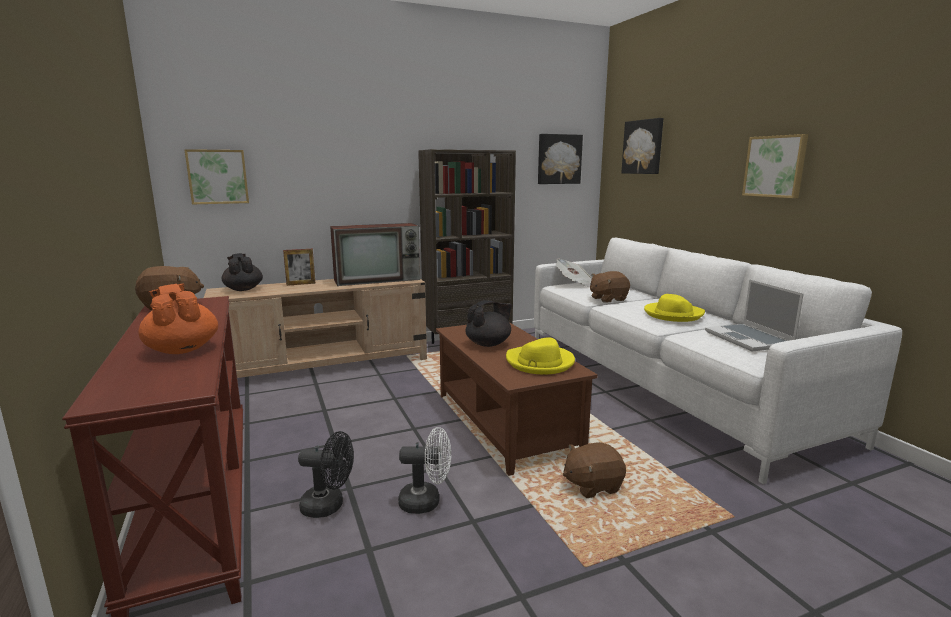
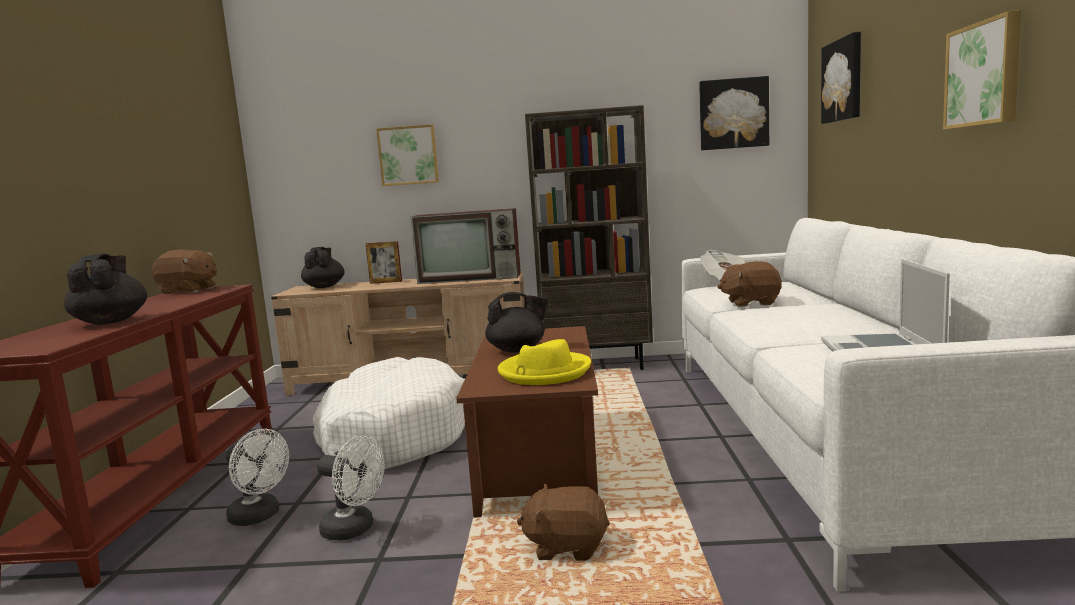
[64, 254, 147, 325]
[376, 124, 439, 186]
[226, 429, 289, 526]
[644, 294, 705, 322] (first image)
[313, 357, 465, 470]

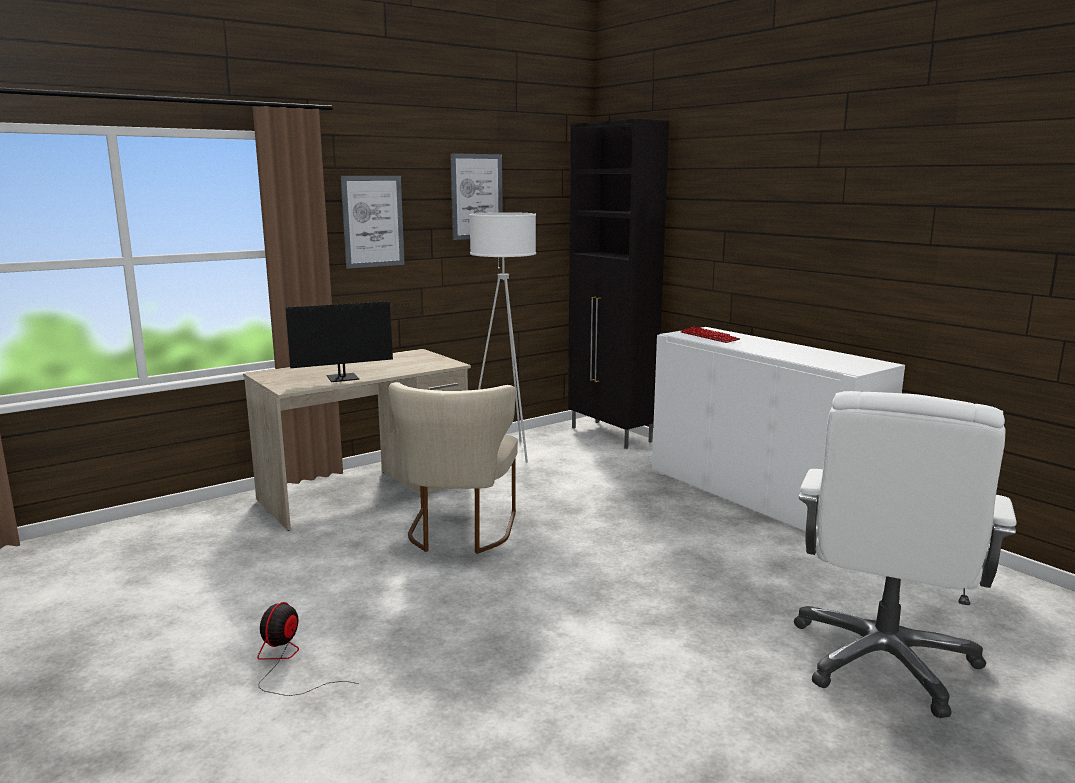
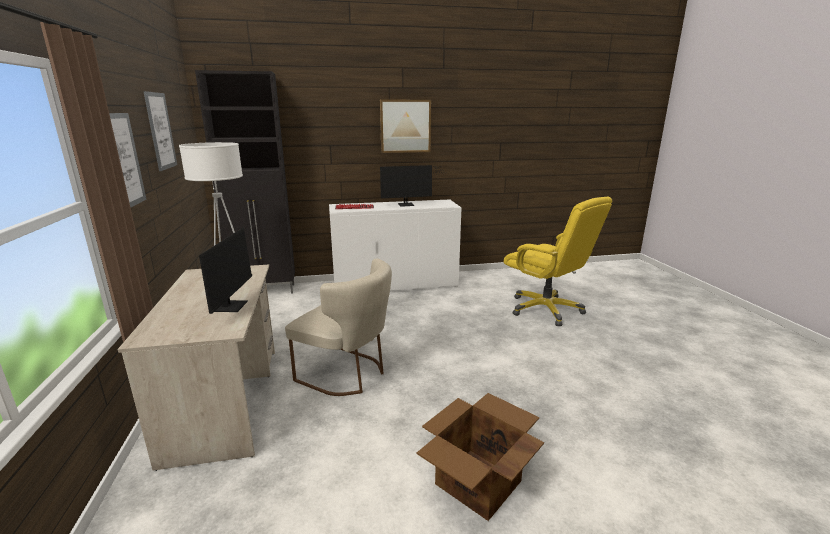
[417, 393, 544, 521]
[504, 197, 612, 326]
[380, 100, 431, 153]
[380, 165, 447, 207]

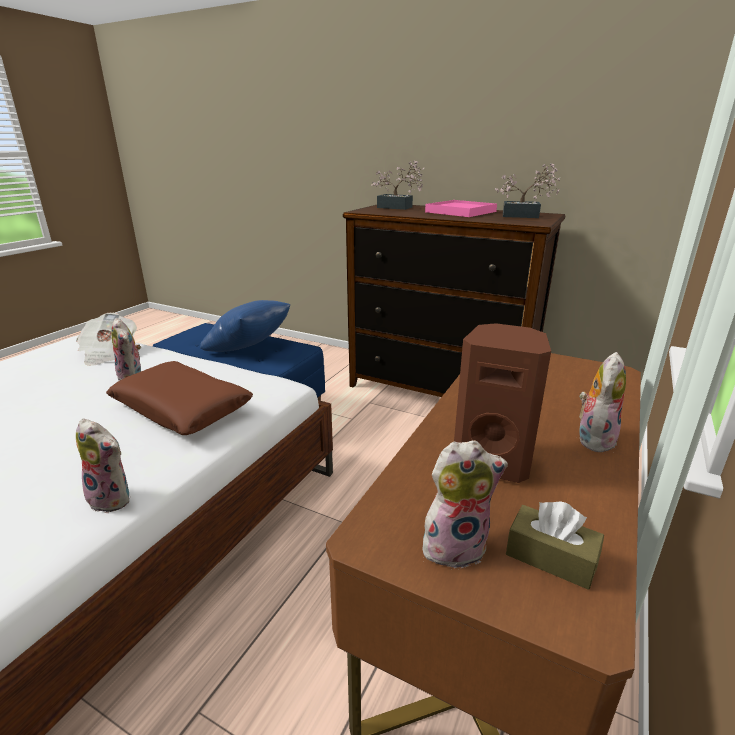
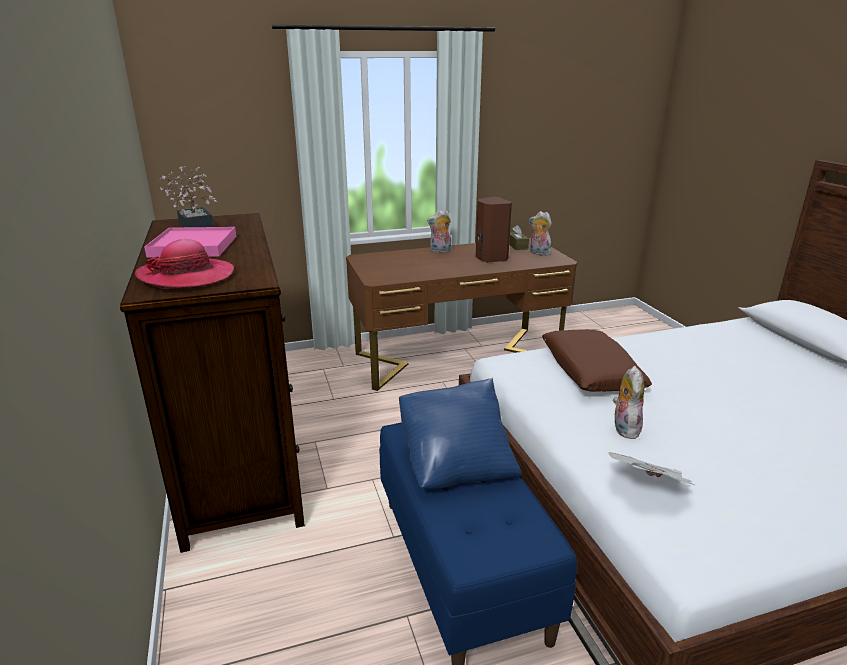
[76, 418, 129, 513] (first image)
[135, 239, 234, 289]

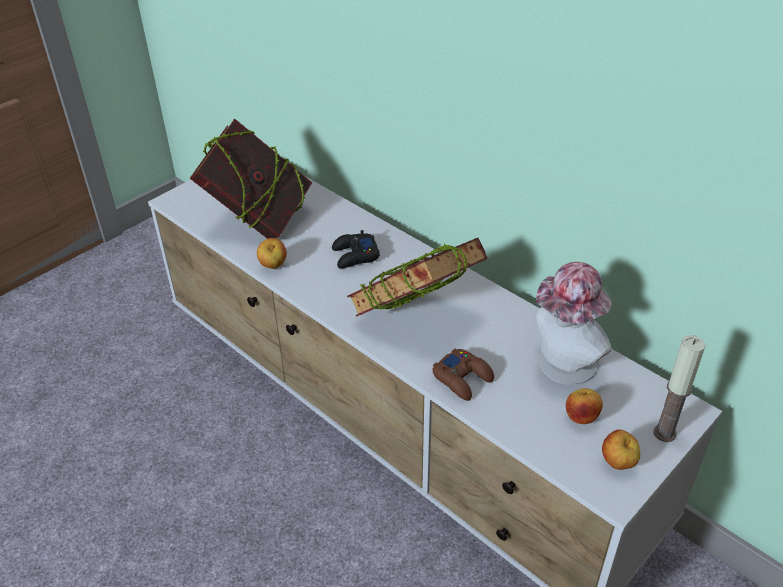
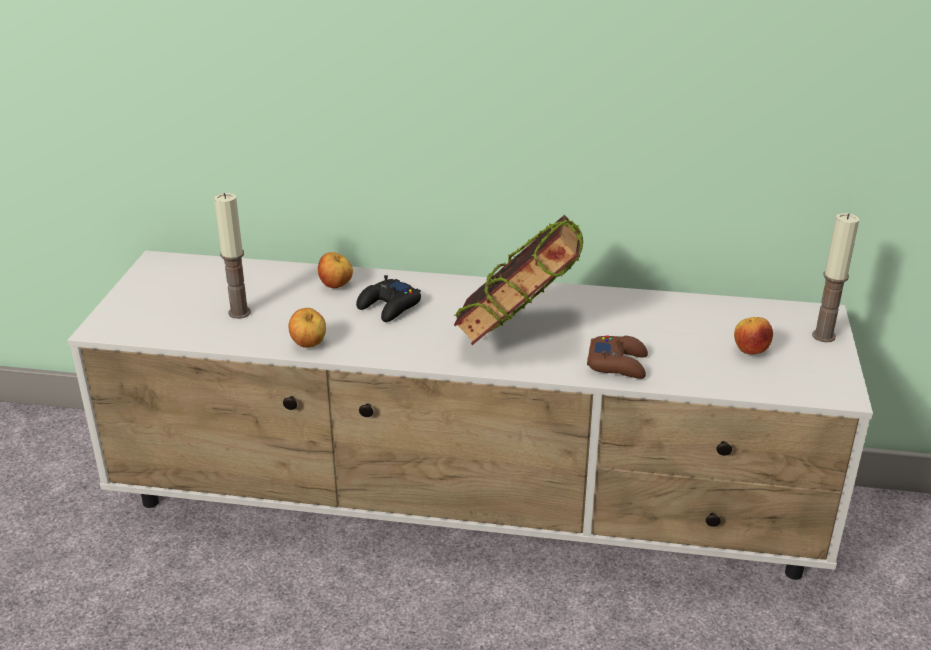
[214, 193, 251, 319]
[536, 262, 612, 385] (first image)
[318, 252, 353, 288]

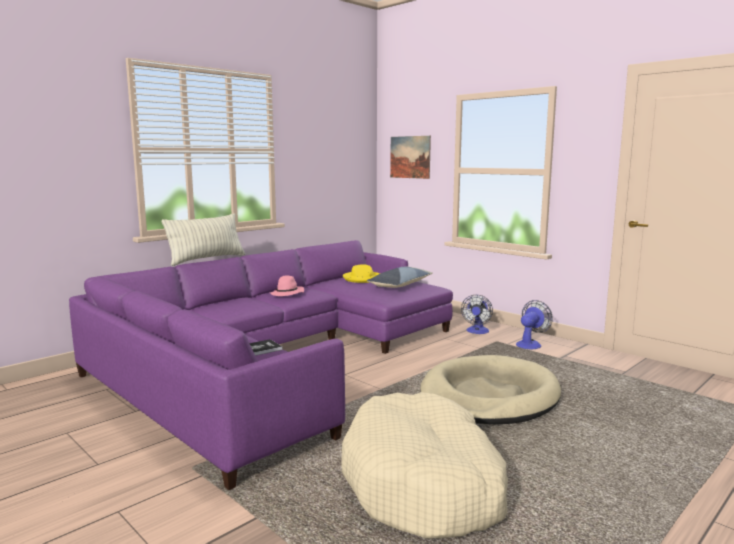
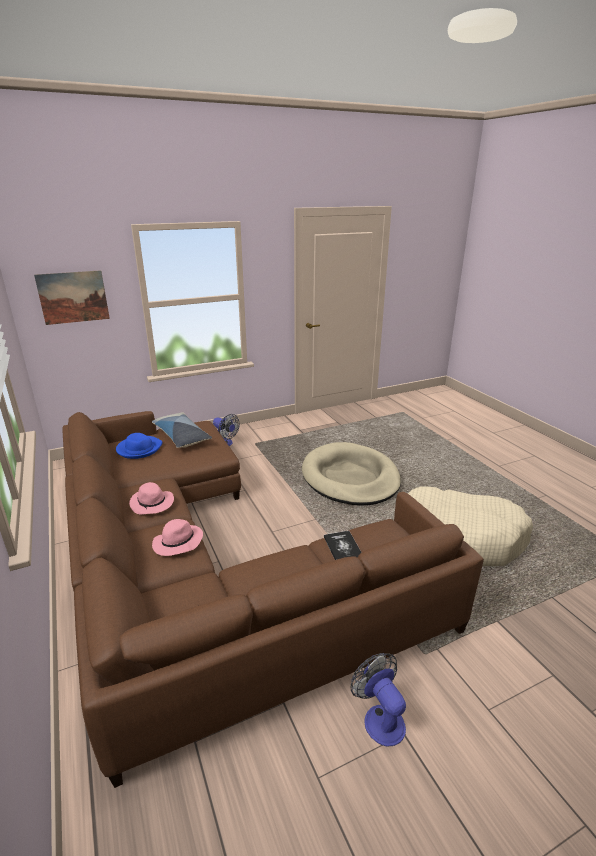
[63, 411, 484, 788]
[162, 213, 245, 266] (first image)
[116, 433, 163, 459]
[351, 653, 406, 746]
[152, 519, 203, 556]

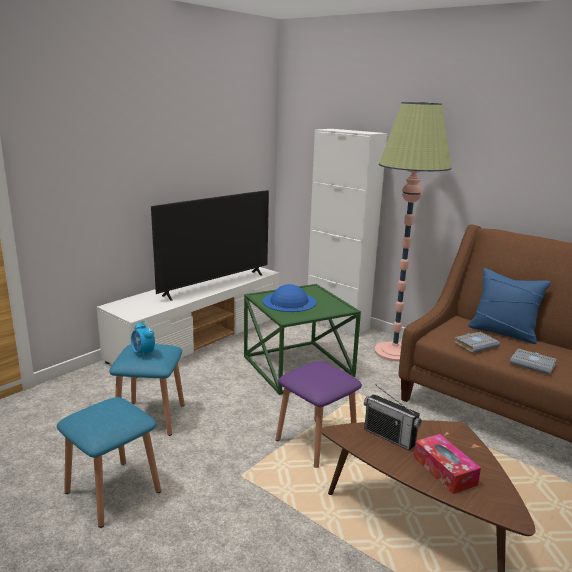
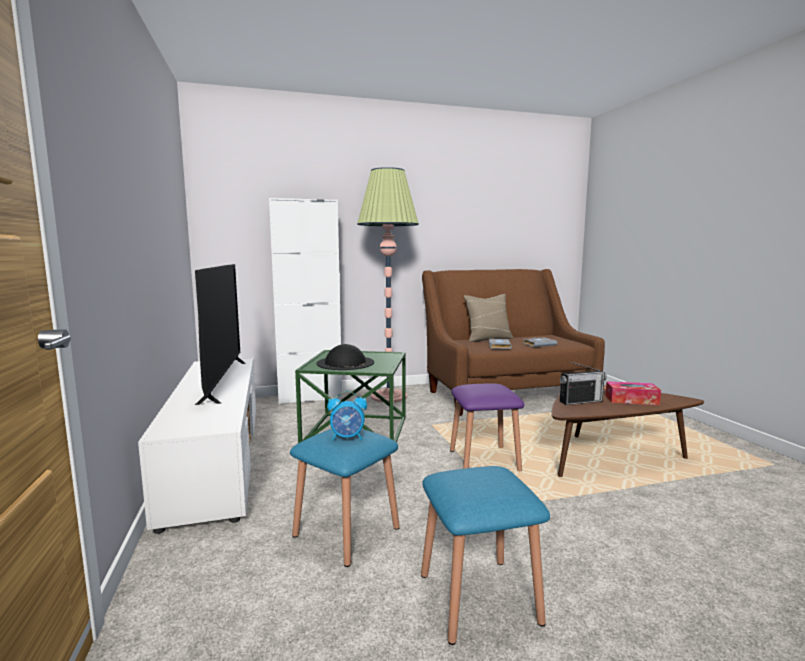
[316, 344, 374, 370]
[464, 294, 513, 342]

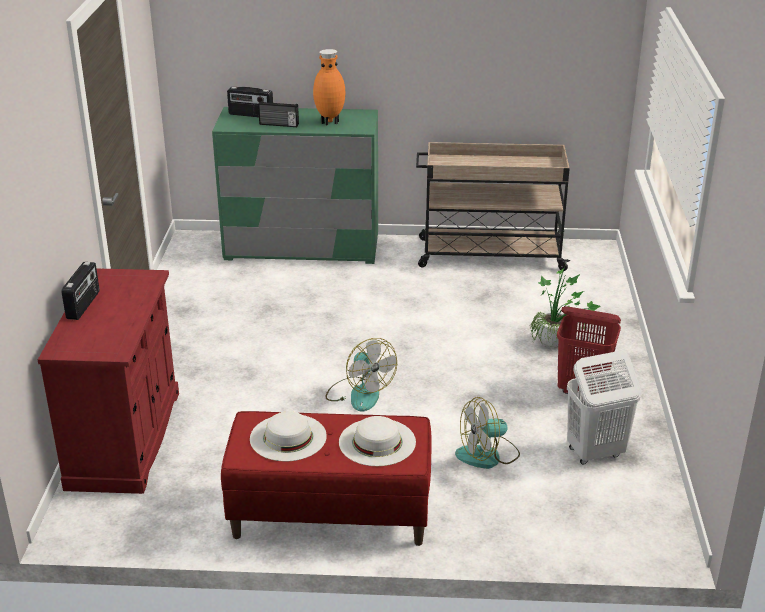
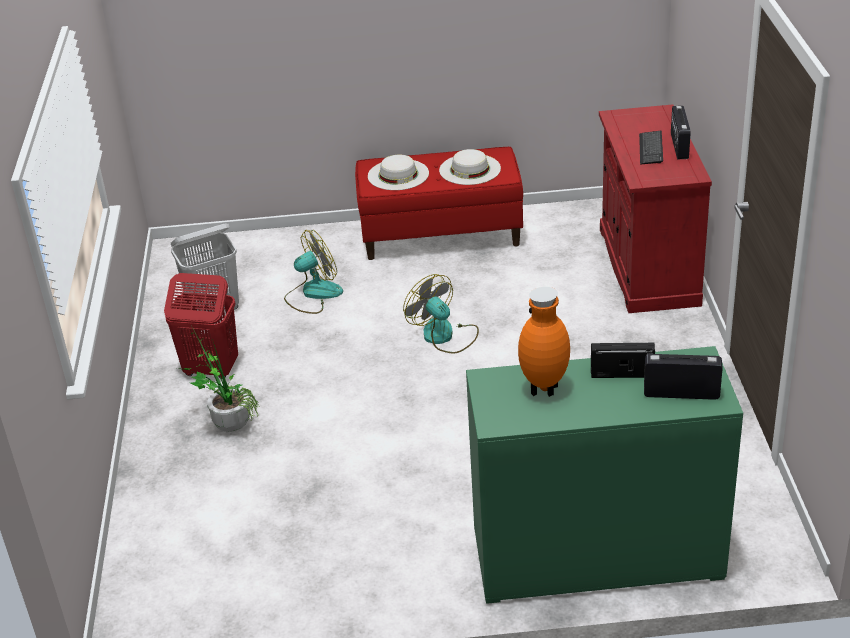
[416, 142, 570, 271] (first image)
[639, 131, 663, 165]

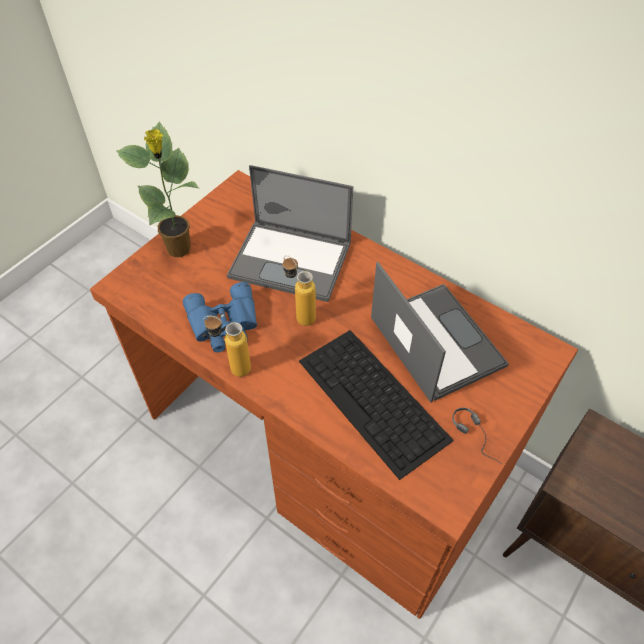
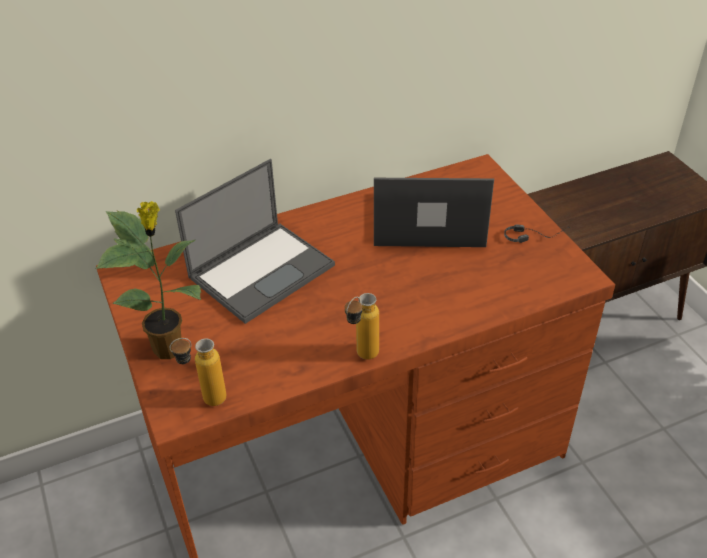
[183, 282, 257, 352] (first image)
[169, 338, 227, 406]
[299, 330, 454, 480] (first image)

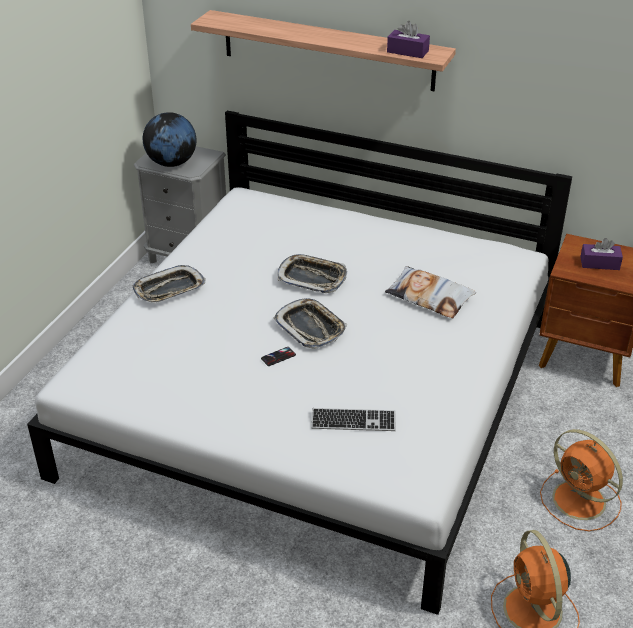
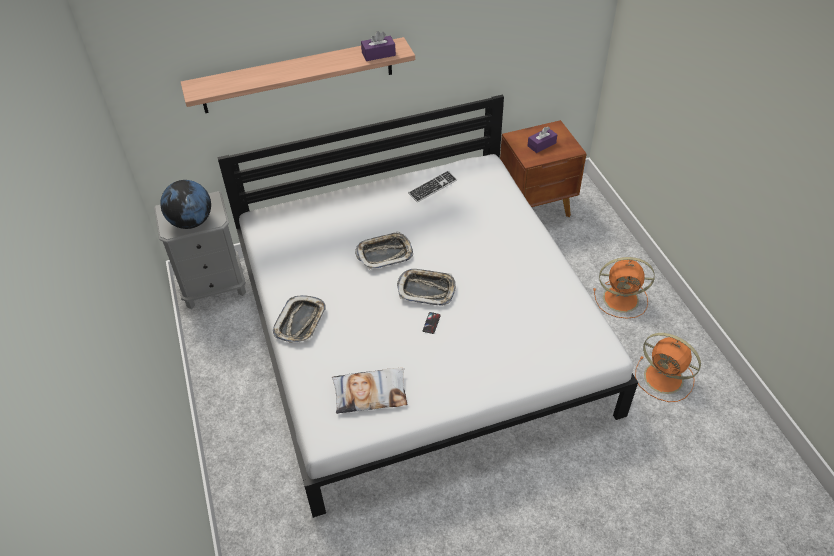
[408, 171, 457, 203]
[332, 368, 407, 414]

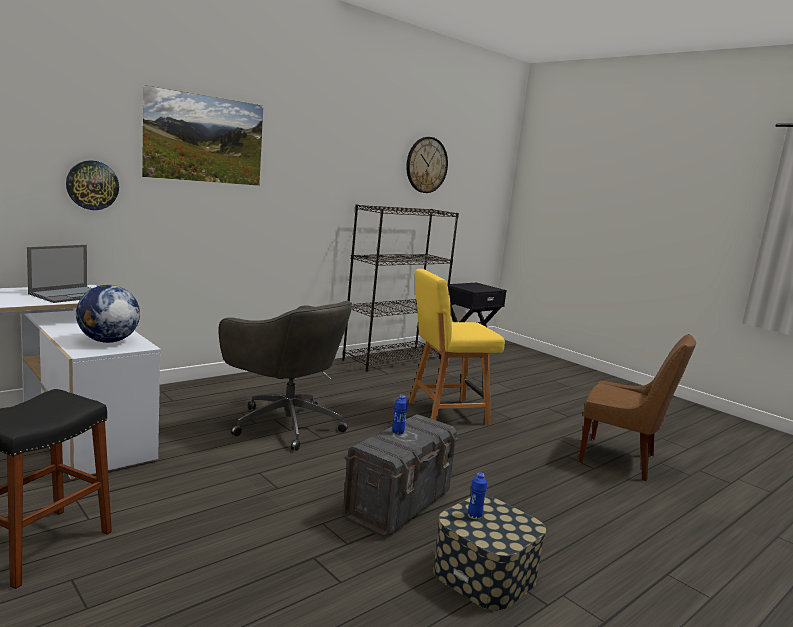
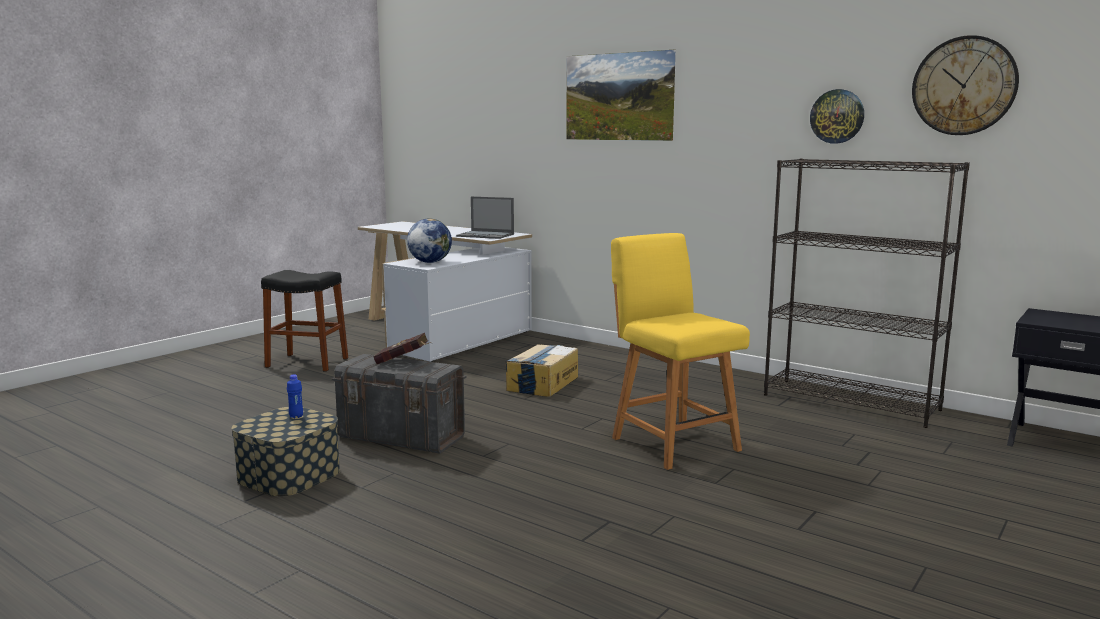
[810, 89, 864, 144]
[506, 344, 578, 397]
[374, 333, 431, 364]
[579, 334, 696, 481] (first image)

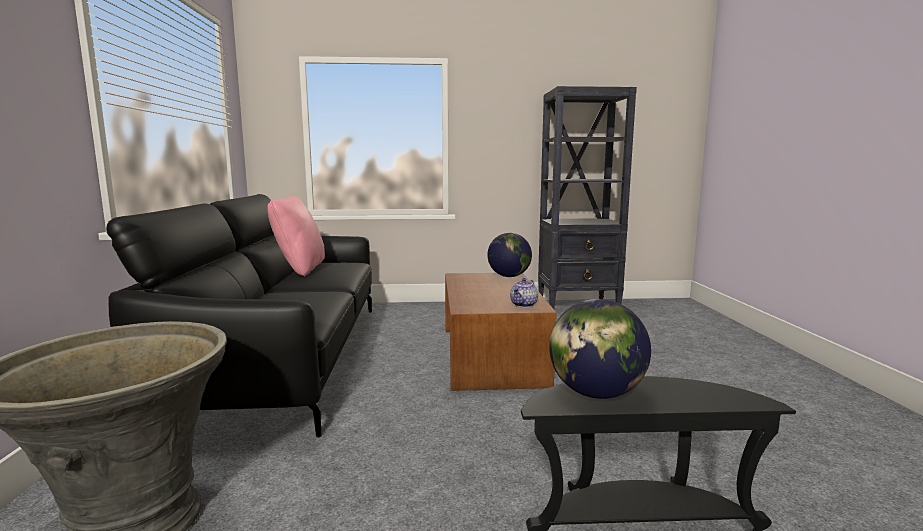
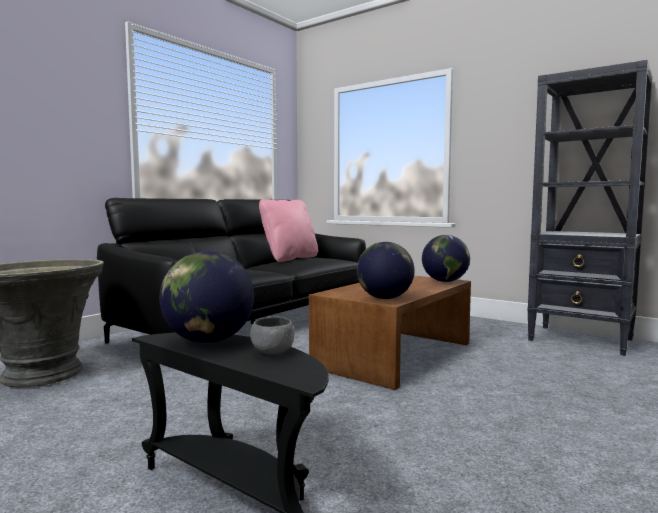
[357, 242, 415, 299]
[250, 316, 294, 355]

